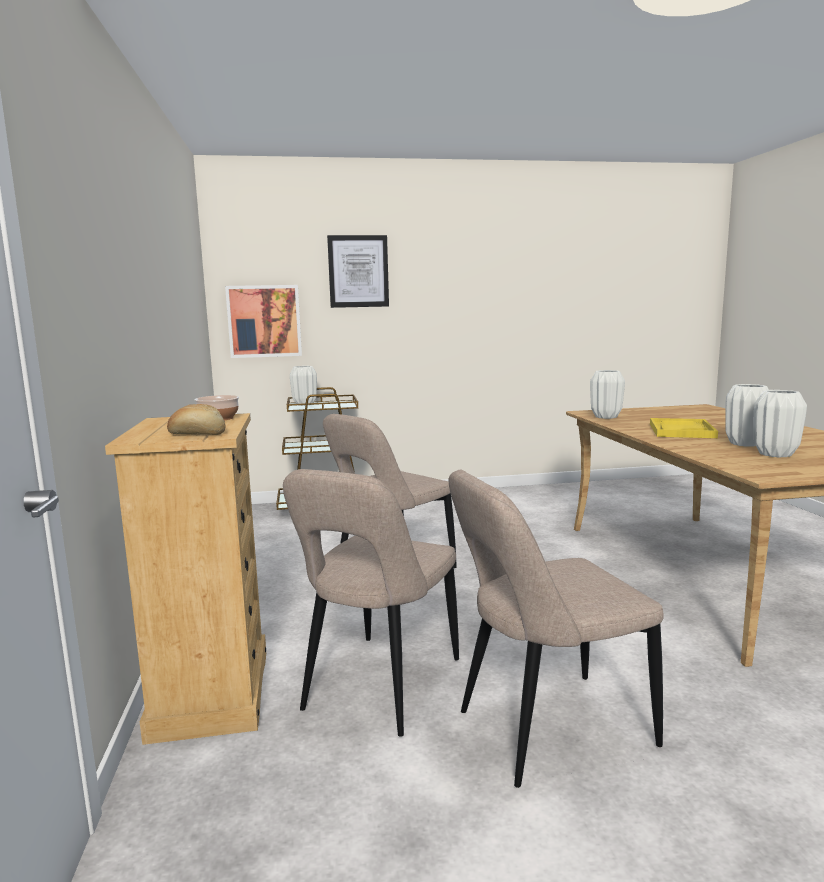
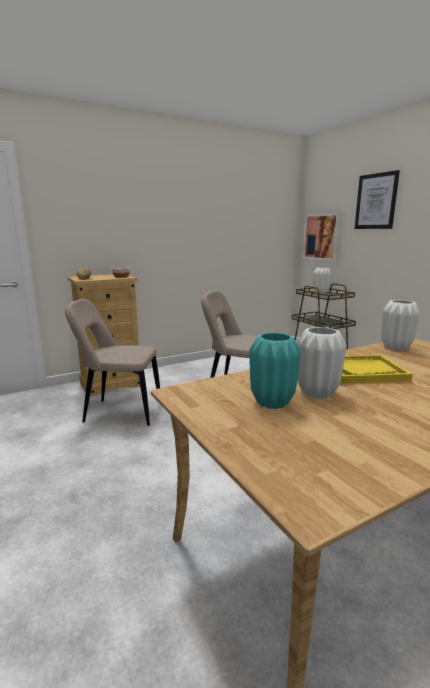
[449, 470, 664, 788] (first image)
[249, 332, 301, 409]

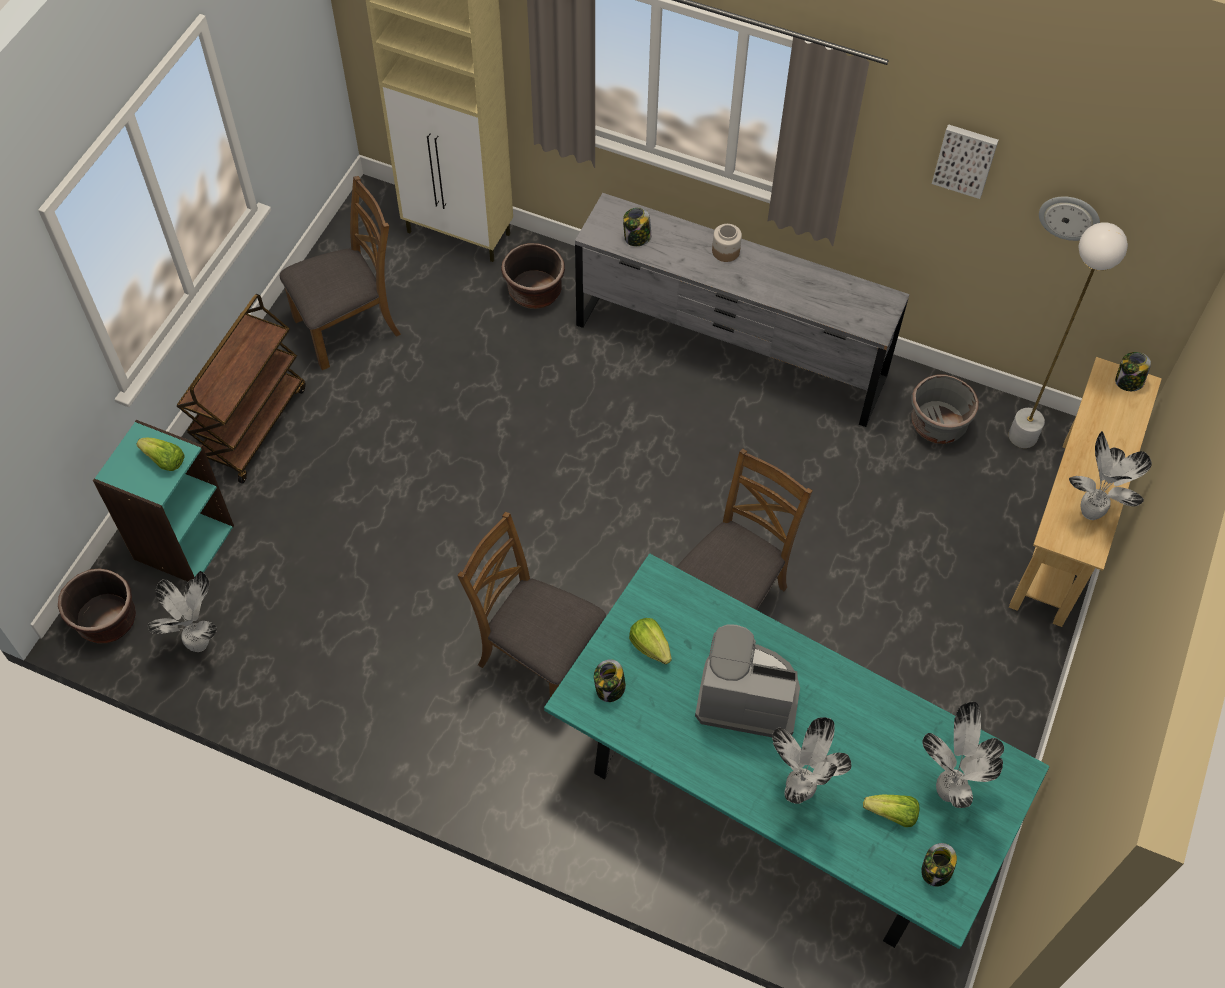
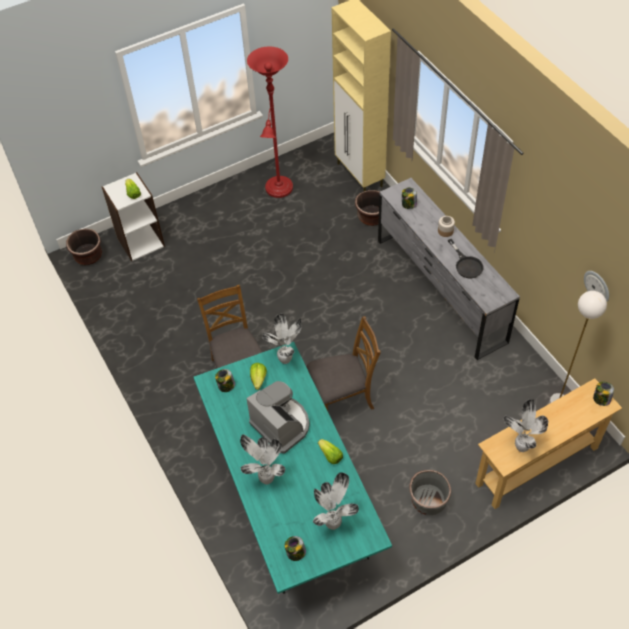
[102, 172, 165, 261]
[262, 314, 302, 364]
[177, 294, 306, 484] (first image)
[247, 46, 293, 198]
[318, 439, 343, 464]
[409, 470, 451, 515]
[932, 124, 999, 199] (first image)
[448, 239, 484, 278]

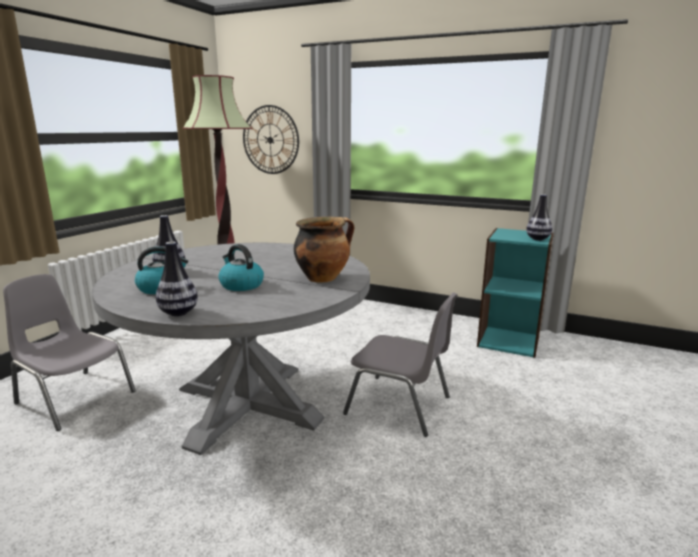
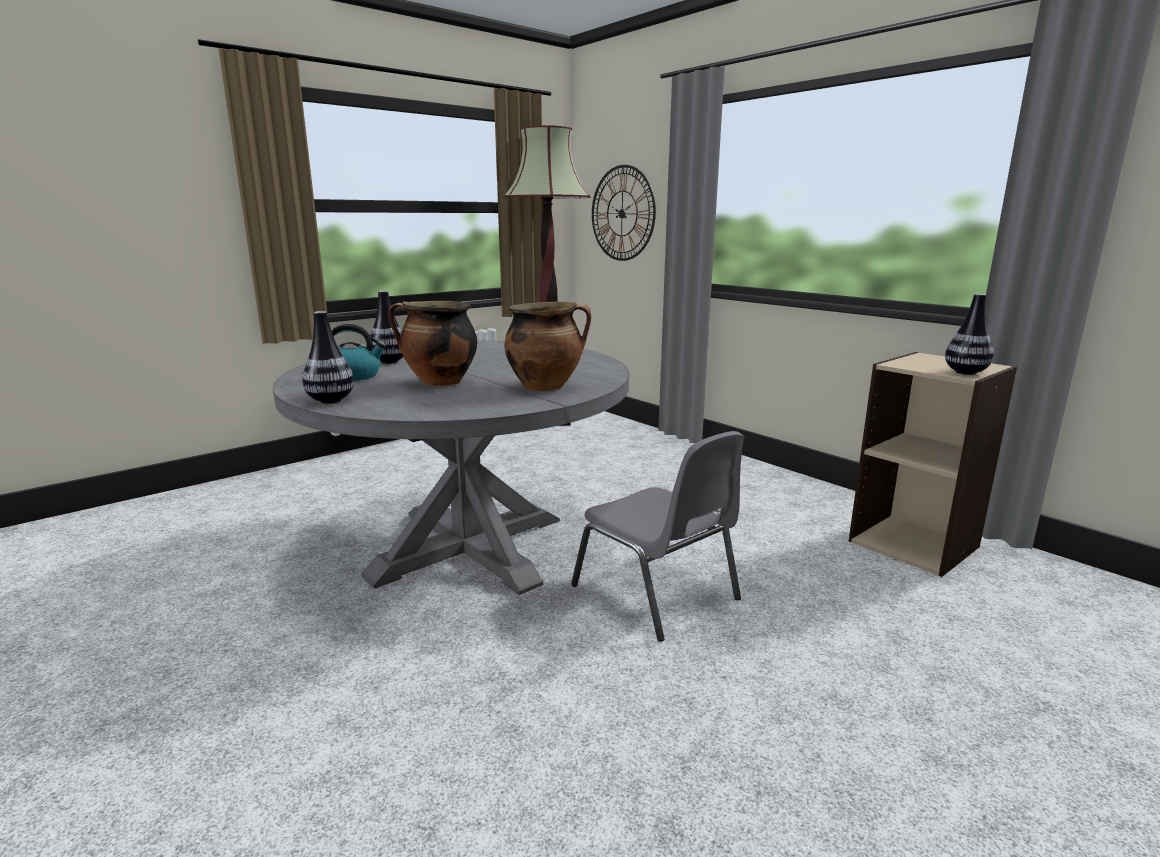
[3, 274, 136, 431] (first image)
[388, 301, 477, 386]
[849, 352, 1017, 577]

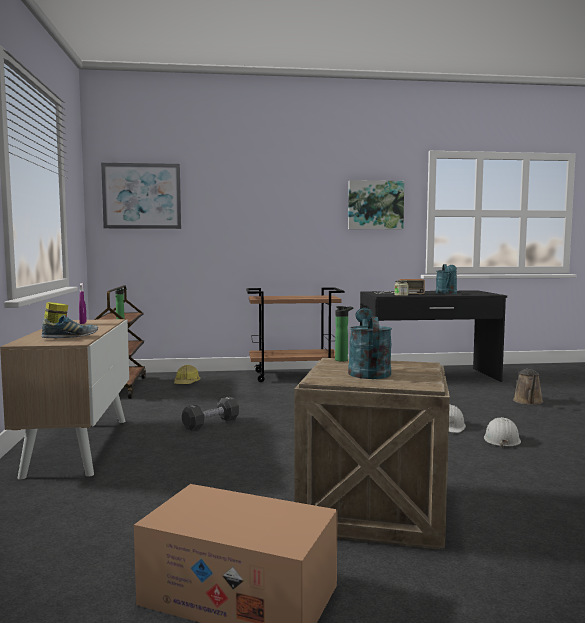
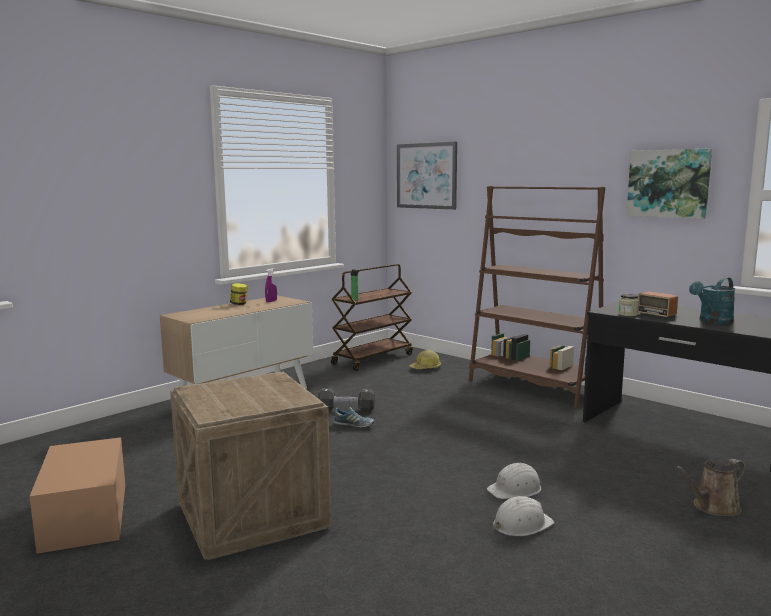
[334, 407, 374, 427]
[468, 186, 605, 409]
[335, 306, 353, 362] (first image)
[348, 308, 392, 379] (first image)

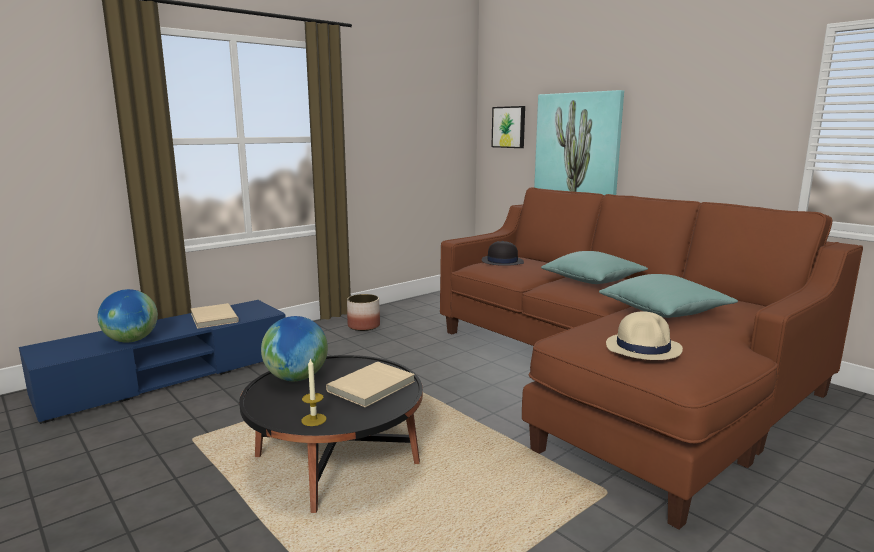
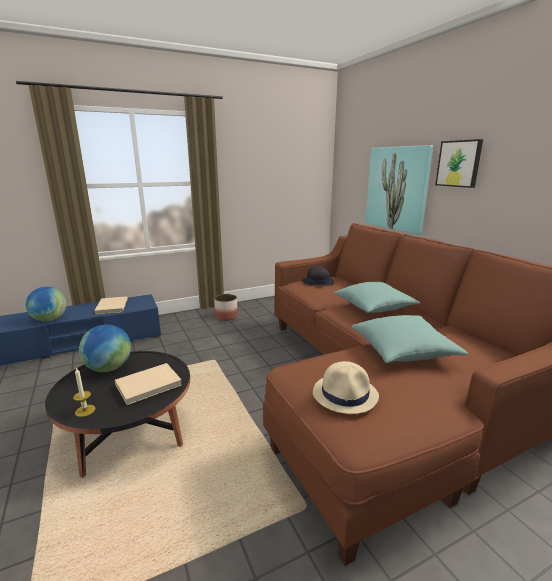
[435, 139, 483, 188]

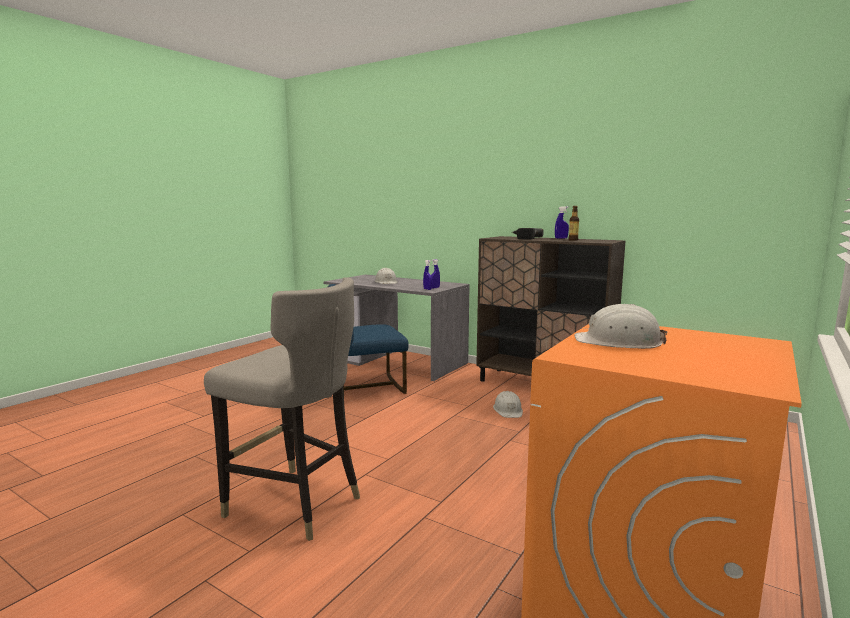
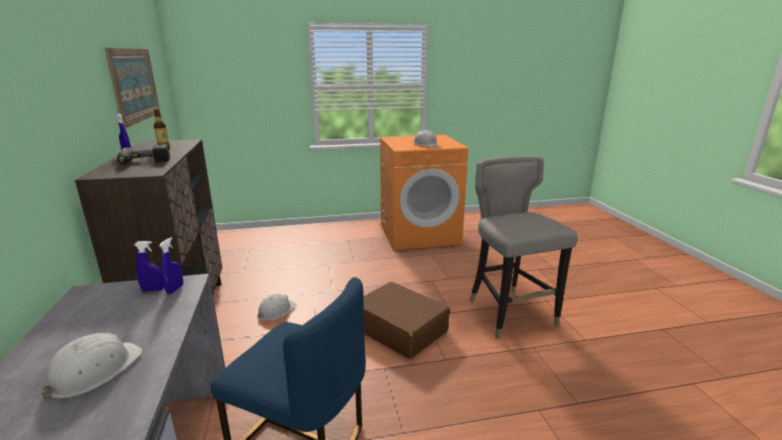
[105, 48, 160, 128]
[363, 282, 450, 359]

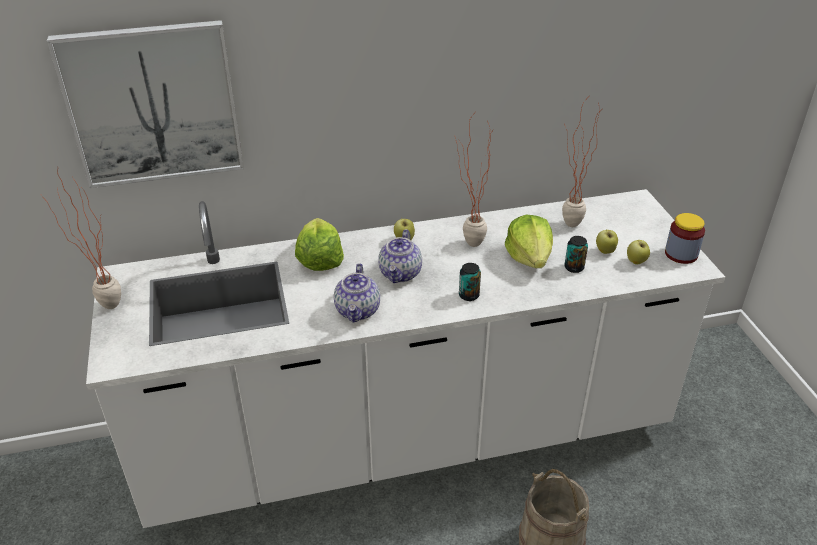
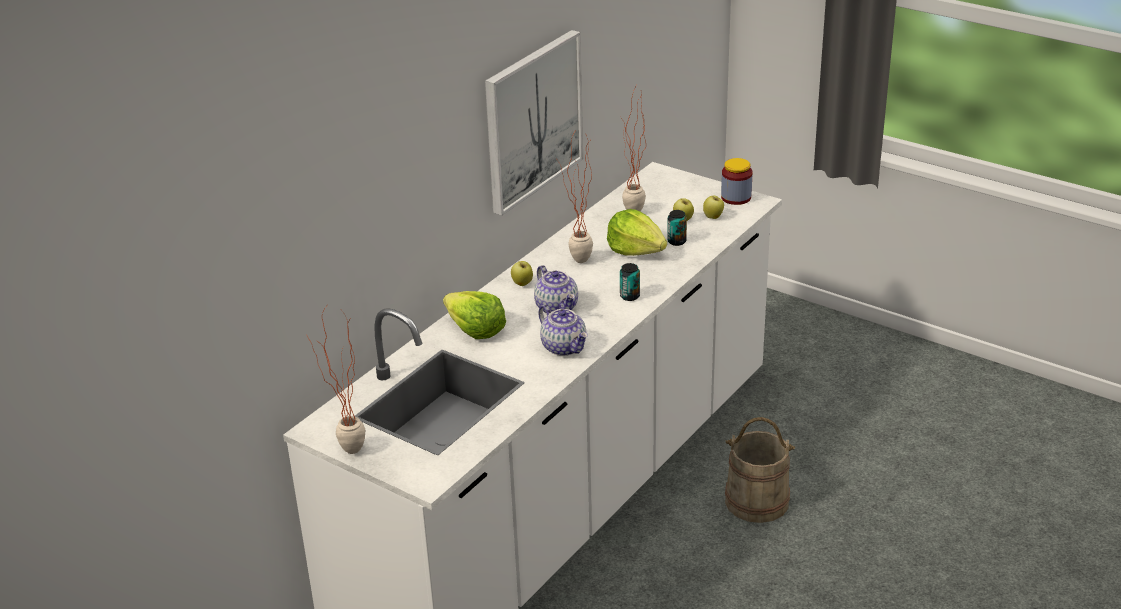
[485, 30, 583, 216]

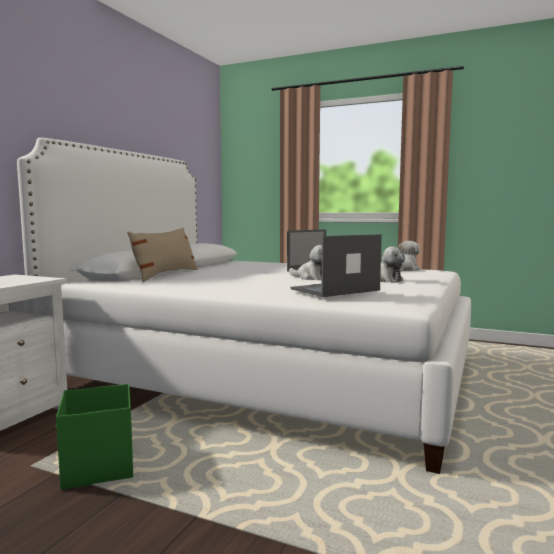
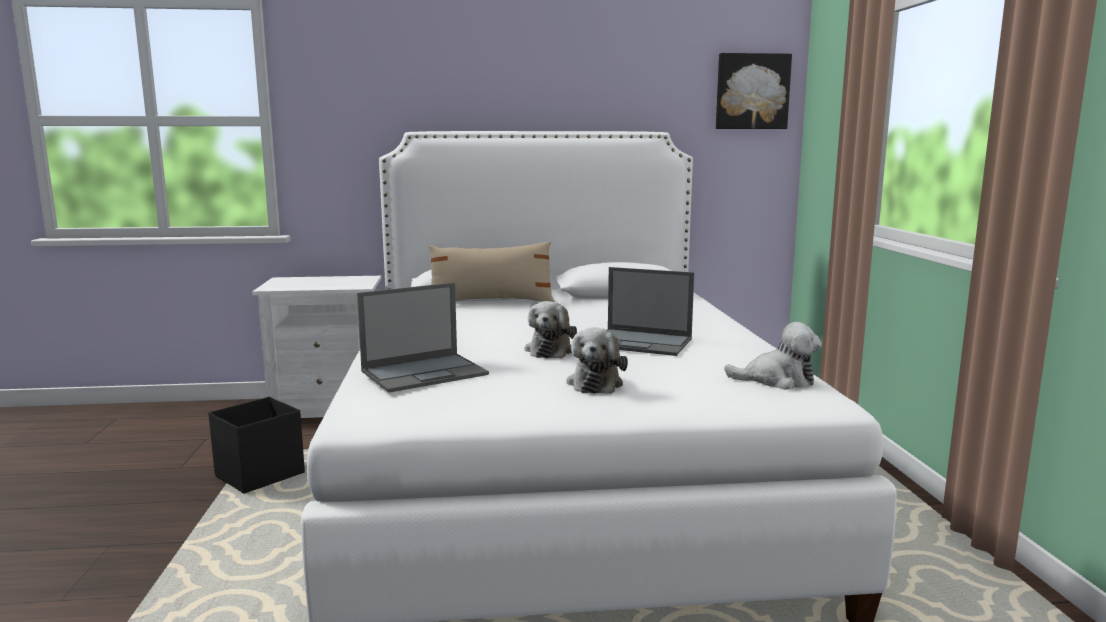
[208, 397, 305, 494]
[357, 283, 489, 393]
[716, 53, 792, 129]

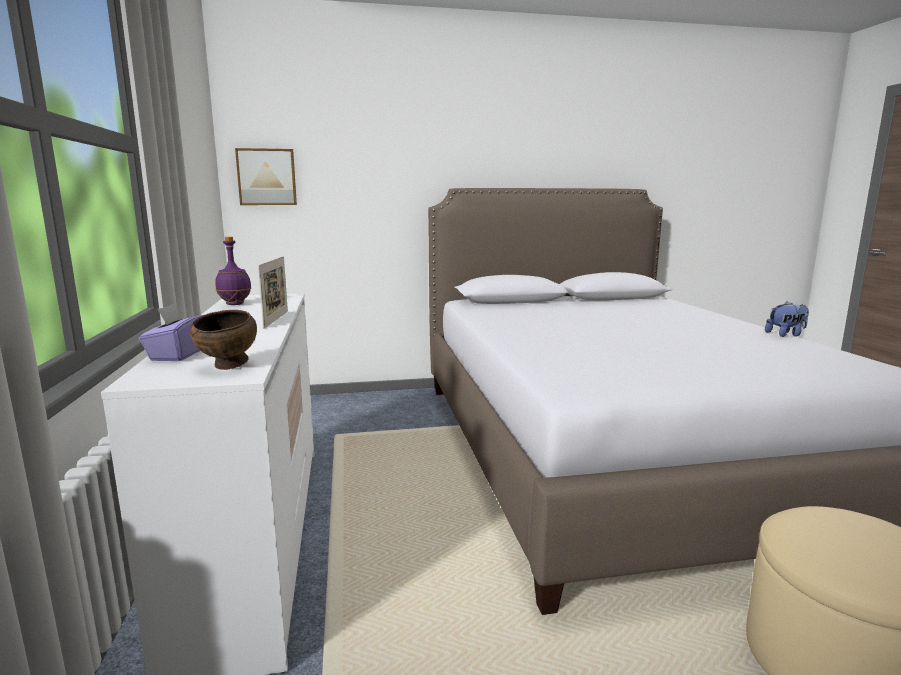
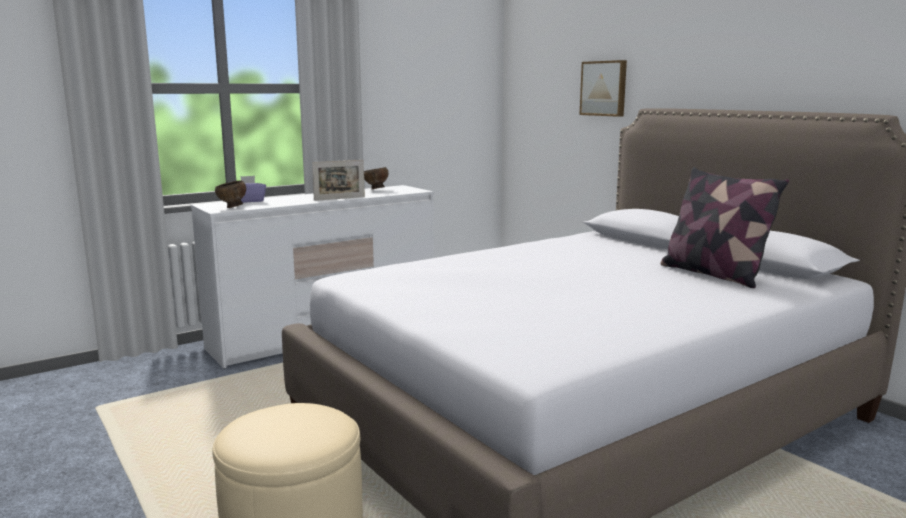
[364, 167, 388, 189]
[580, 60, 627, 117]
[765, 301, 809, 337] (first image)
[660, 167, 789, 288]

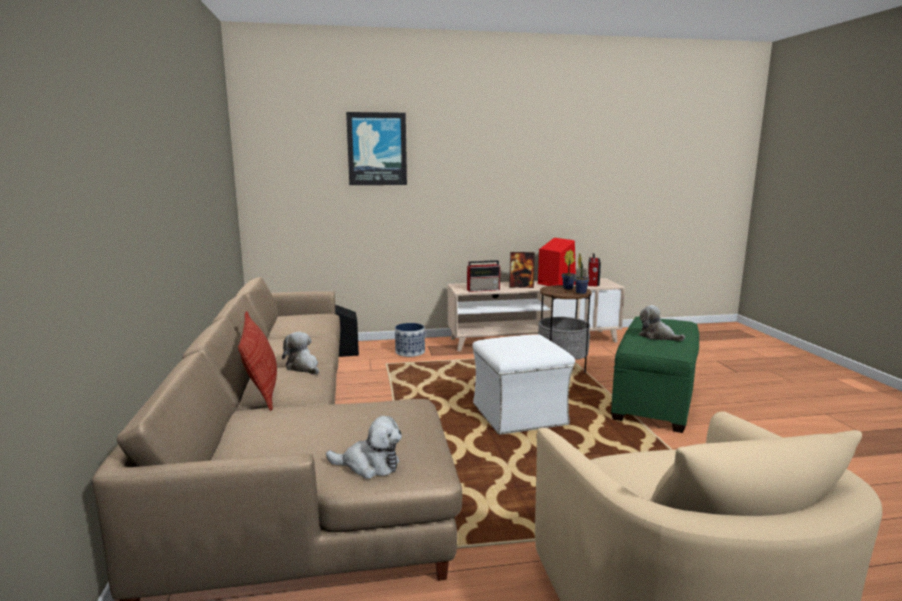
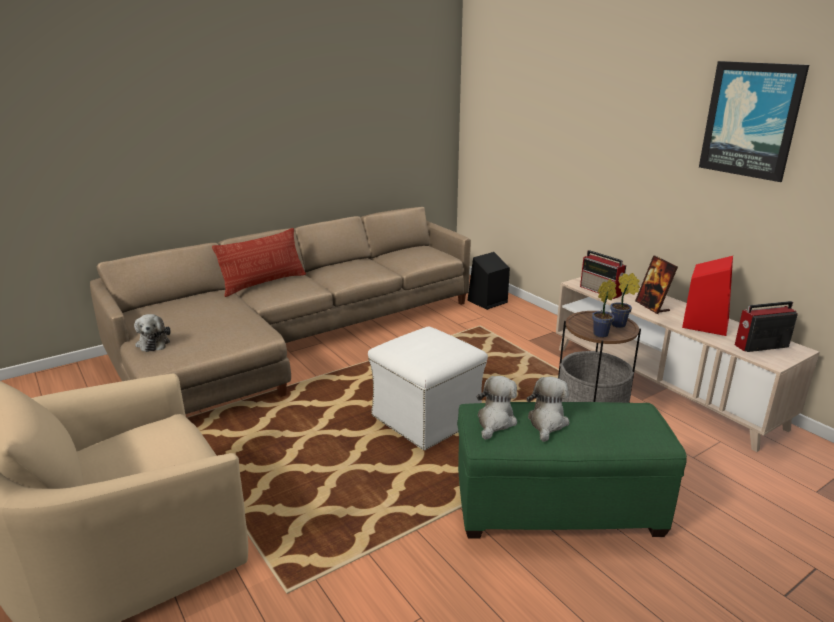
[477, 376, 517, 440]
[699, 61, 809, 182]
[395, 323, 425, 357] (first image)

